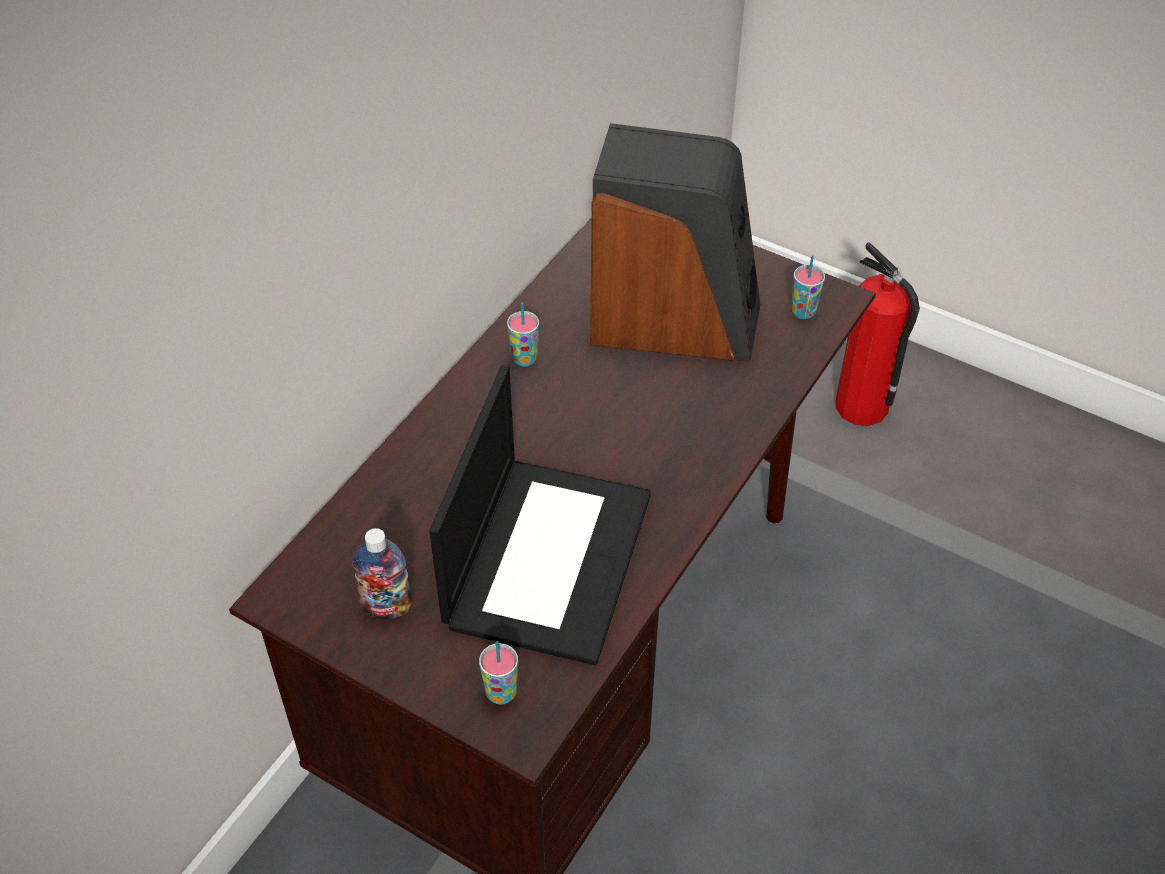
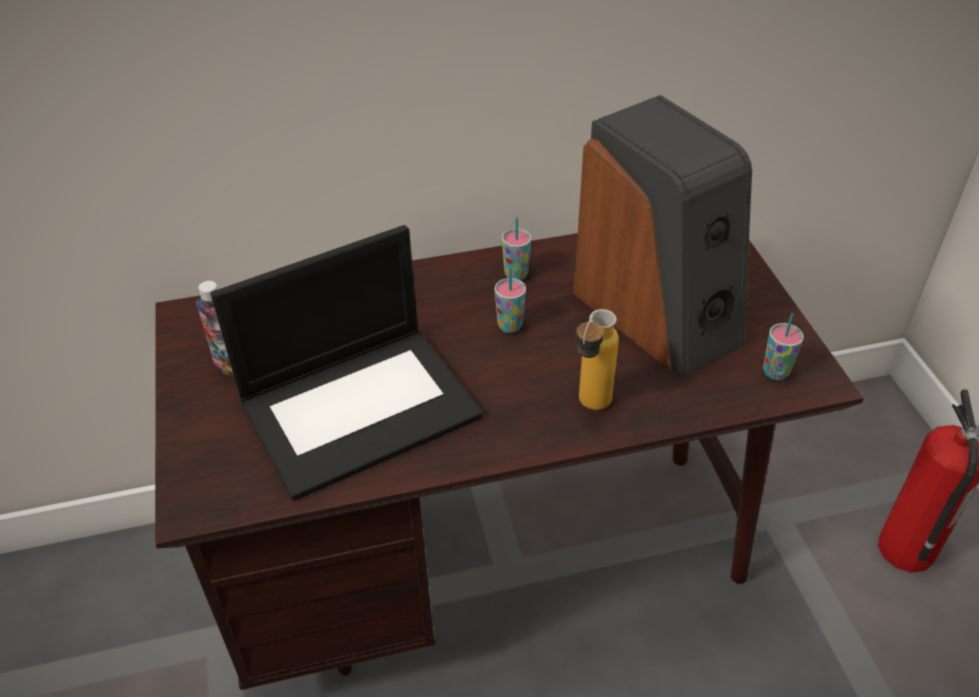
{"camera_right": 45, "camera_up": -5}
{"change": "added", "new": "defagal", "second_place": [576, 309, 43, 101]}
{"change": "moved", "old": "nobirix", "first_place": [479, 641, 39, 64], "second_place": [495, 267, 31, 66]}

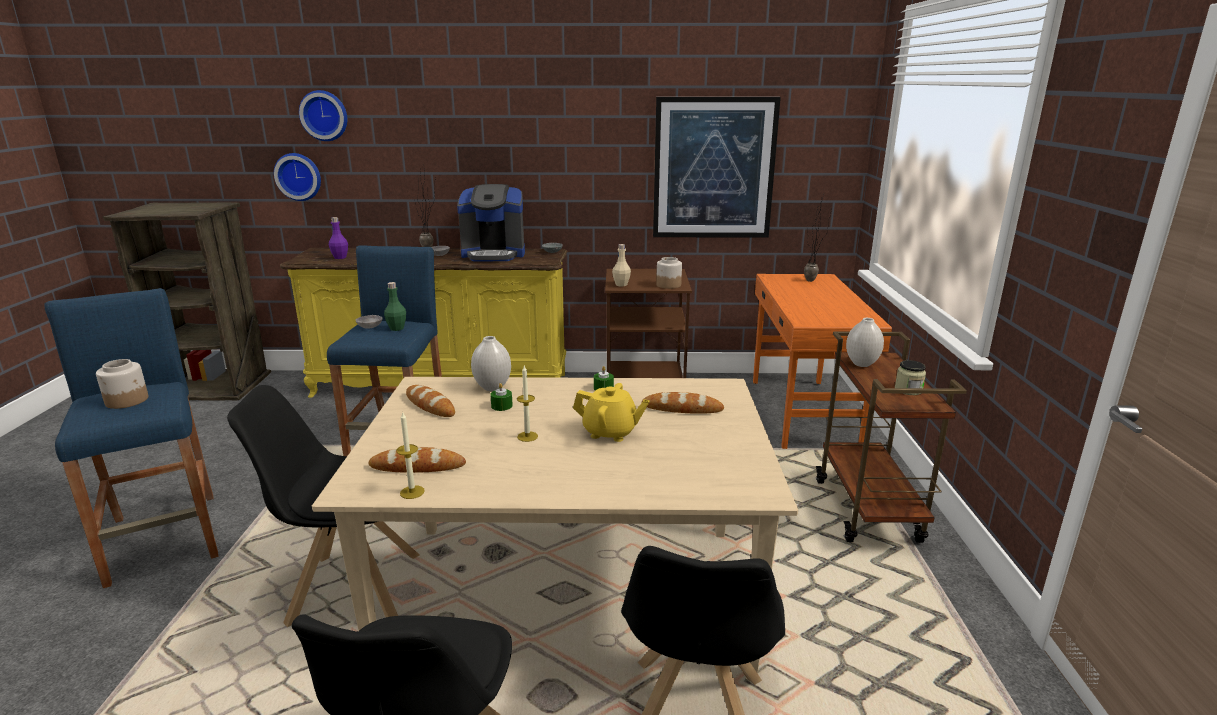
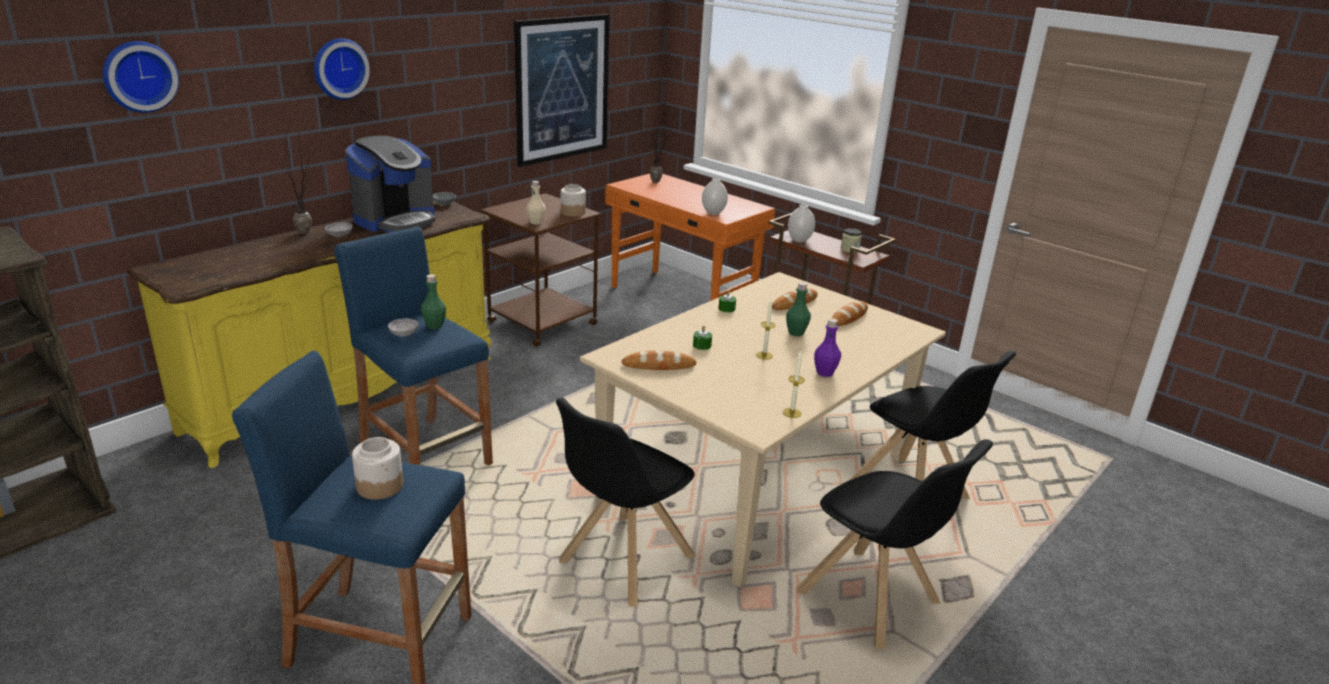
{"camera_right": -50, "camera_up": 5}
{"change": "moved", "old": "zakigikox", "first_place": [274, 153, 47, 48], "second_place": [314, 38, 56, 62]}
{"change": "moved", "old": "purple defagal", "first_place": [329, 217, 19, 42], "second_place": [814, 318, 27, 59]}
{"change": "moved", "old": "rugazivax", "first_place": [369, 447, 97, 26], "second_place": [832, 301, 36, 25]}
{"change": "moved", "old": "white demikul", "first_place": [471, 336, 40, 55], "second_place": [702, 178, 26, 37]}
{"change": "replaced", "old": "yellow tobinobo", "new": "green defagal", "first_place": [573, 383, 77, 59], "second_place": [786, 282, 25, 54]}

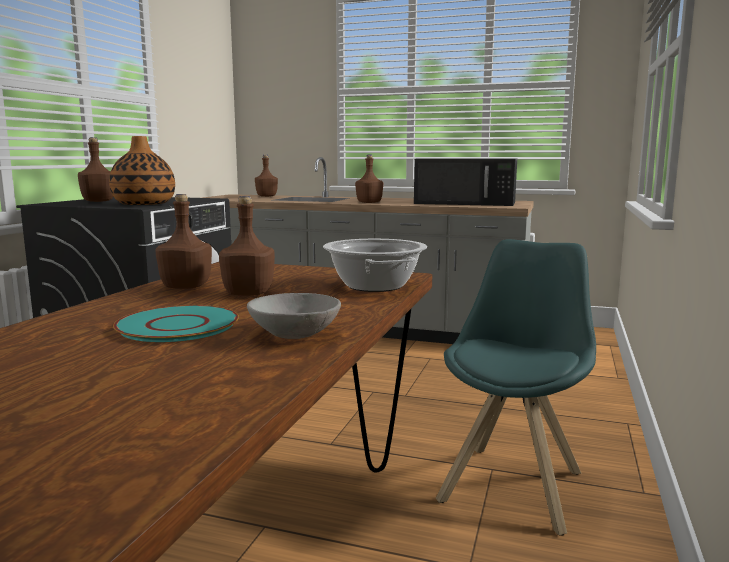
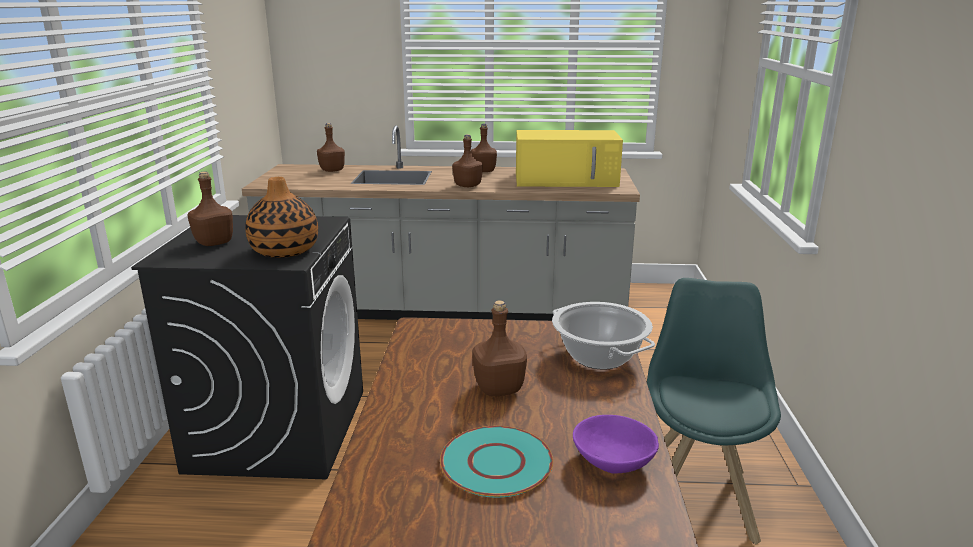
{"camera_right": -15, "camera_up": 10}
{"change": "moved", "old": "brown defagal", "first_place": [156, 194, 56, 95], "second_place": [471, 124, 26, 48]}
{"change": "recoloured", "old": "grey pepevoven", "new": "purple pepevoven", "first_place": [247, 293, 94, 46], "second_place": [573, 415, 86, 59]}
{"change": "recoloured", "old": "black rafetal", "new": "yellow rafetal", "first_place": [414, 158, 103, 48], "second_place": [516, 130, 107, 57]}

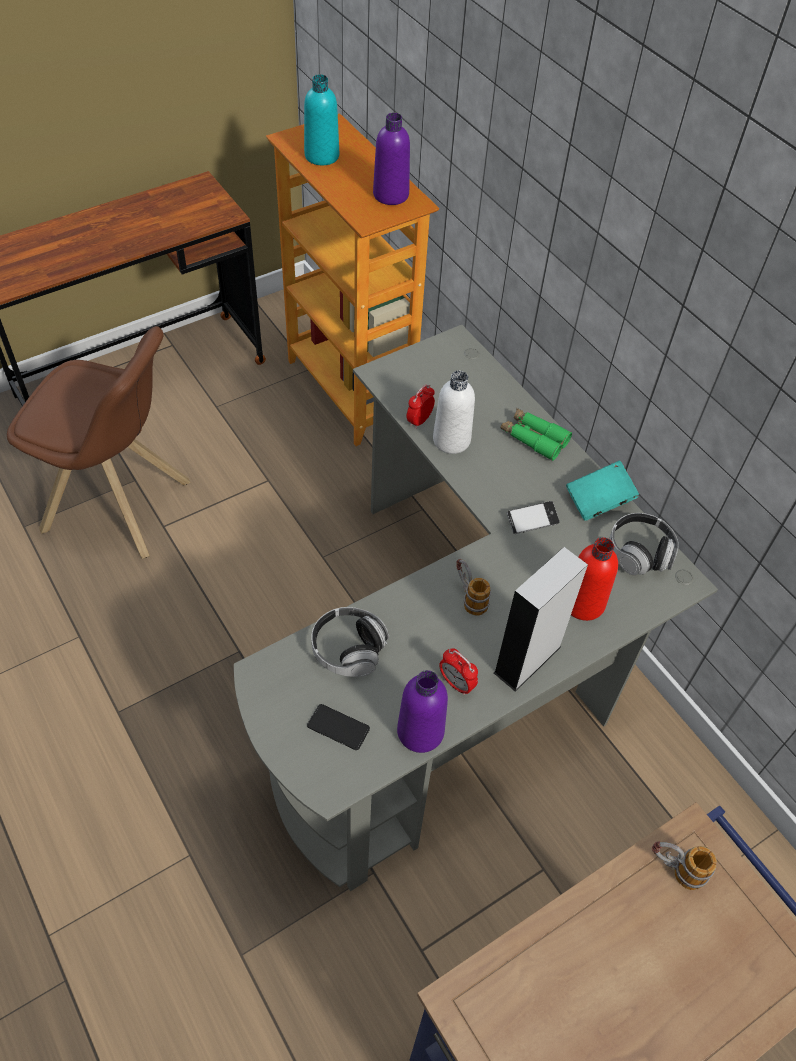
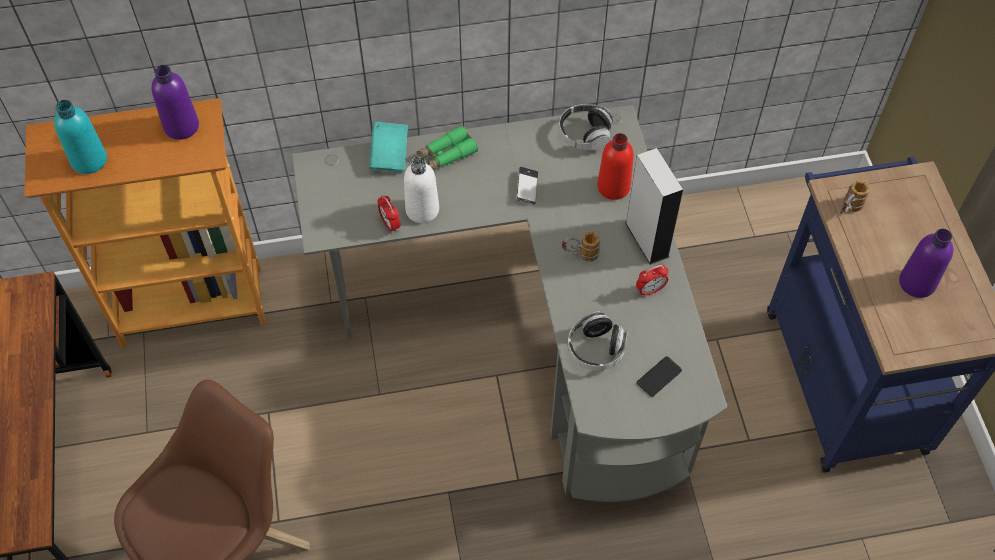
{"camera_right": -65, "camera_up": 5}
{"change": "moved", "old": "purple defagal", "first_place": [397, 670, 51, 83], "second_place": [899, 229, 54, 69]}
{"change": "moved", "old": "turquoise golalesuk", "first_place": [566, 461, 73, 60], "second_place": [369, 122, 39, 50]}

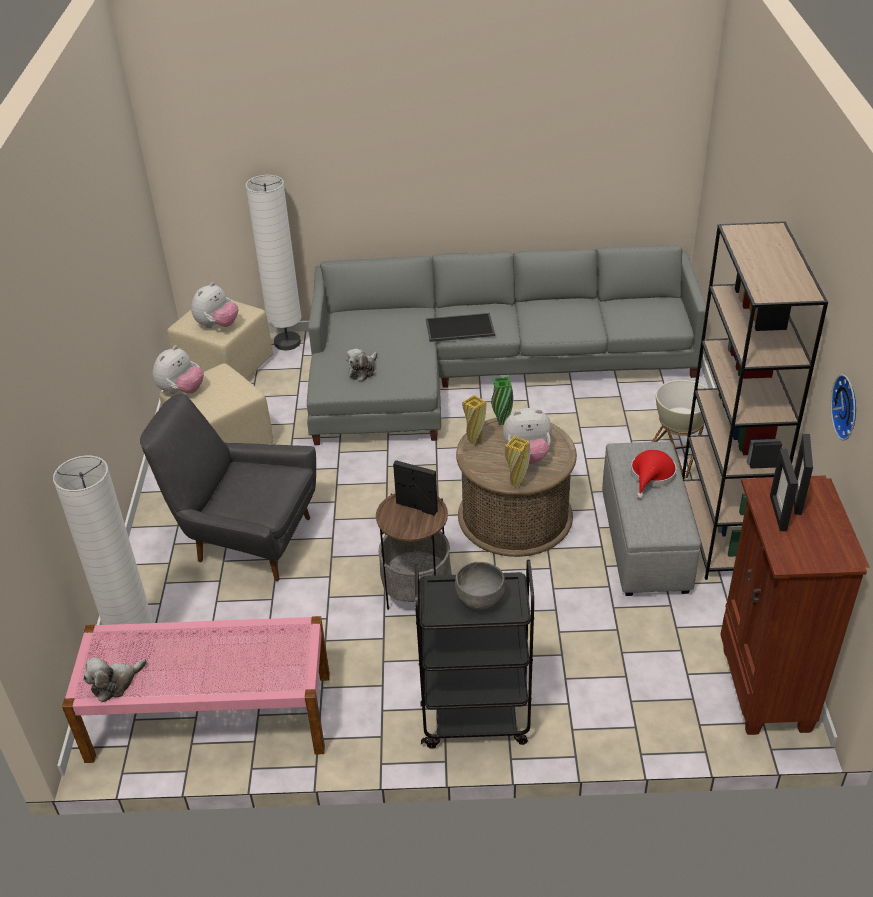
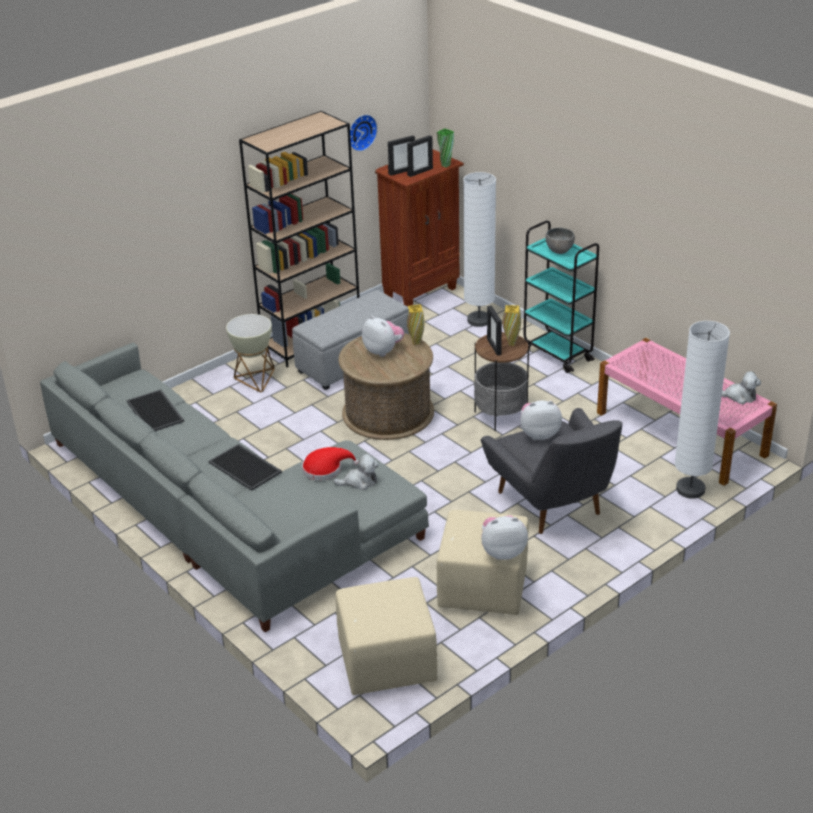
{"camera_right": -130, "camera_up": -5}
{"change": "added", "new": "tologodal", "second_place": [127, 389, 57, 42]}
{"change": "moved", "old": "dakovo", "first_place": [191, 282, 47, 46], "second_place": [520, 401, 42, 39]}
{"change": "moved", "old": "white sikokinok", "first_place": [246, 175, 55, 175], "second_place": [463, 172, 33, 155]}
{"change": "moved", "old": "yellow demikul", "first_place": [462, 395, 24, 50], "second_place": [502, 305, 19, 41]}
{"change": "moved", "old": "green demikul", "first_place": [491, 377, 22, 48], "second_place": [437, 129, 17, 38]}
{"change": "moved", "old": "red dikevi", "first_place": [631, 450, 45, 49], "second_place": [302, 447, 57, 34]}
{"change": "recoloured", "old": "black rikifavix", "new": "turquoise rikifavix", "first_place": [415, 560, 119, 189], "second_place": [524, 221, 75, 152]}

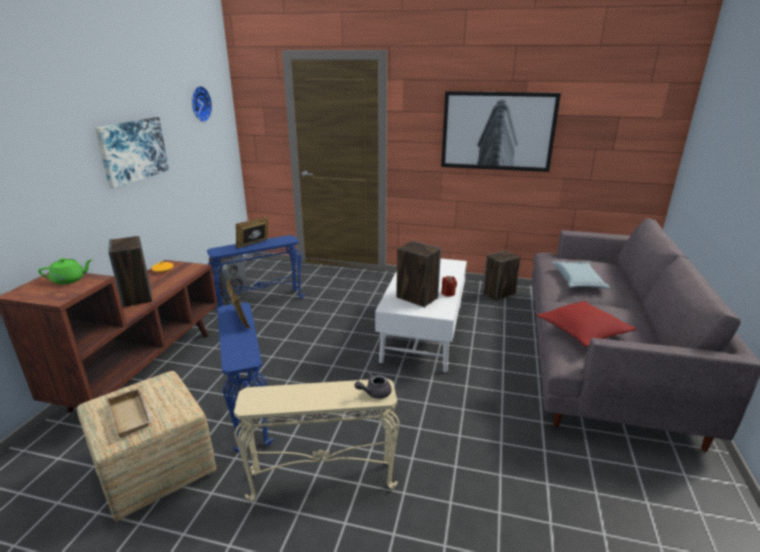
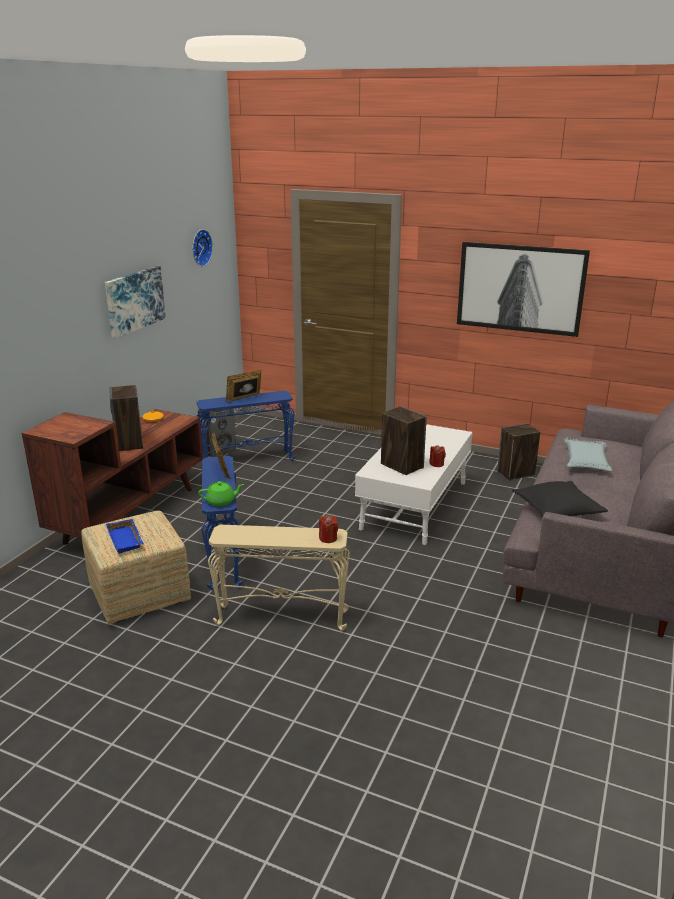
{"camera_right": 10, "camera_up": 0}
{"change": "moved", "old": "green tobinobo", "first_place": [38, 258, 54, 27], "second_place": [198, 481, 46, 25]}
{"change": "replaced", "old": "grey tobinobo", "new": "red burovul", "first_place": [354, 371, 38, 28], "second_place": [319, 515, 19, 28]}
{"change": "recoloured", "old": "beige tologodal", "new": "blue tologodal", "first_place": [105, 388, 48, 50], "second_place": [106, 519, 38, 35]}
{"change": "recoloured", "old": "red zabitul", "new": "black zabitul", "first_place": [536, 301, 101, 46], "second_place": [512, 481, 96, 37]}

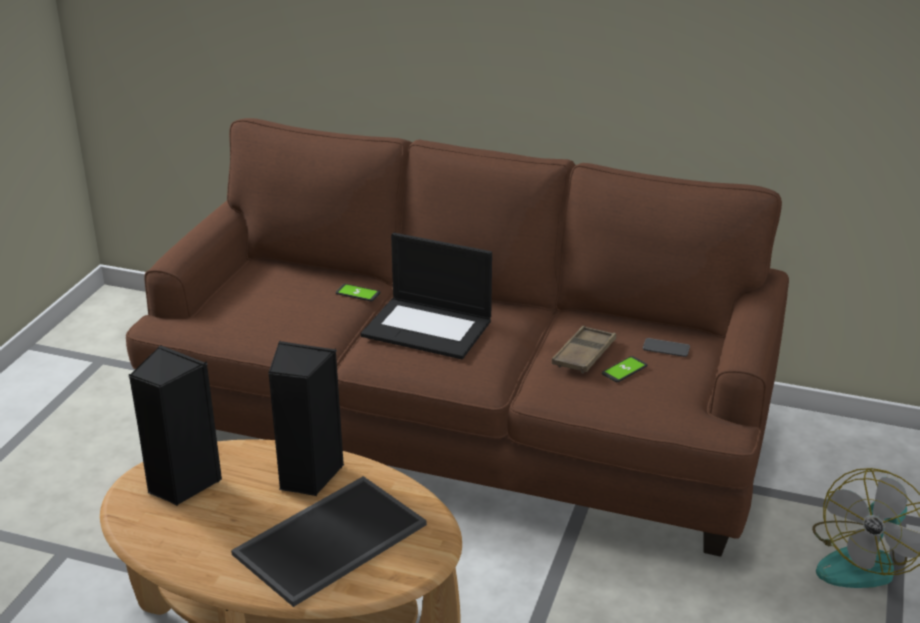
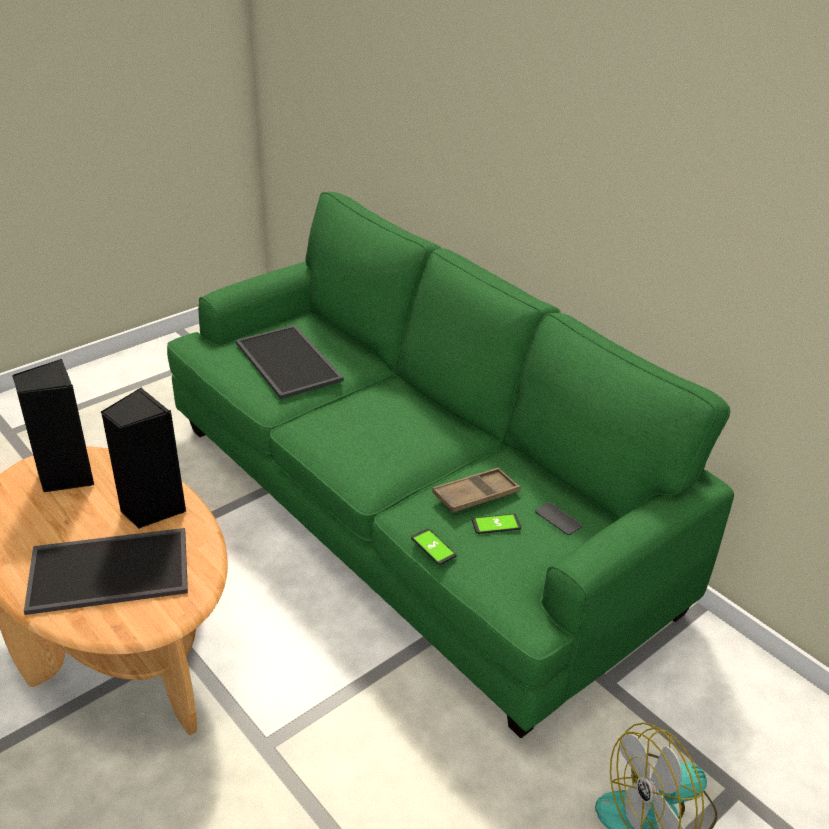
{"camera_right": 30, "camera_up": 5}
{"change": "removed", "old": "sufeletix", "first_place": [361, 233, 131, 126]}
{"change": "added", "new": "tologodal", "second_place": [236, 325, 107, 74]}
{"change": "moved", "old": "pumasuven", "first_place": [336, 284, 44, 18], "second_place": [411, 529, 46, 36]}
{"change": "recoloured", "old": "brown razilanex", "new": "green razilanex", "first_place": [126, 118, 663, 439], "second_place": [167, 192, 567, 546]}

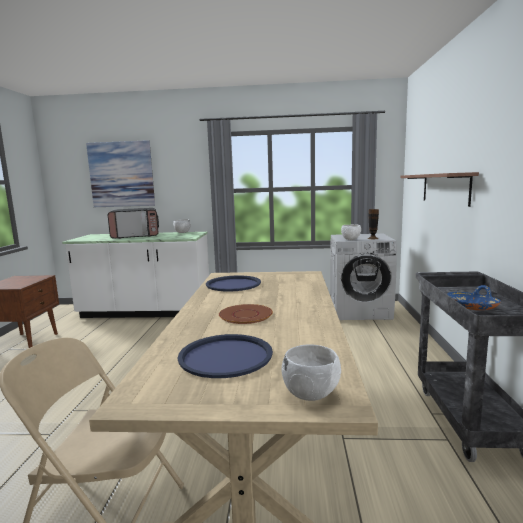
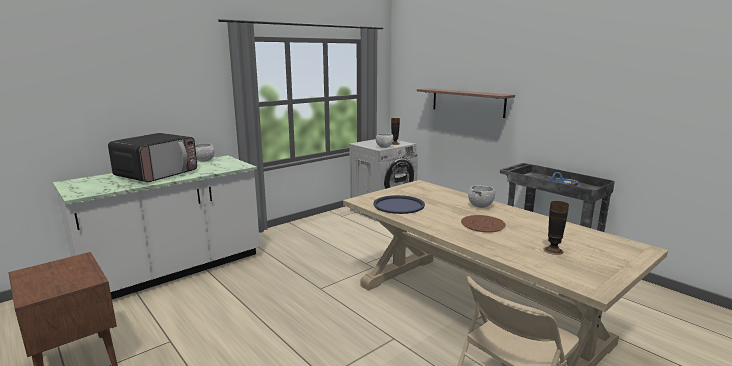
{"camera_right": -45, "camera_up": 5}
{"change": "removed", "old": "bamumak", "first_place": [86, 140, 69, 67]}
{"change": "moved", "old": "white pepevoven", "first_place": [282, 344, 59, 57], "second_place": [468, 185, 27, 23]}
{"change": "replaced", "old": "blue tologodal", "new": "demikul", "first_place": [178, 334, 95, 44], "second_place": [543, 201, 26, 54]}

